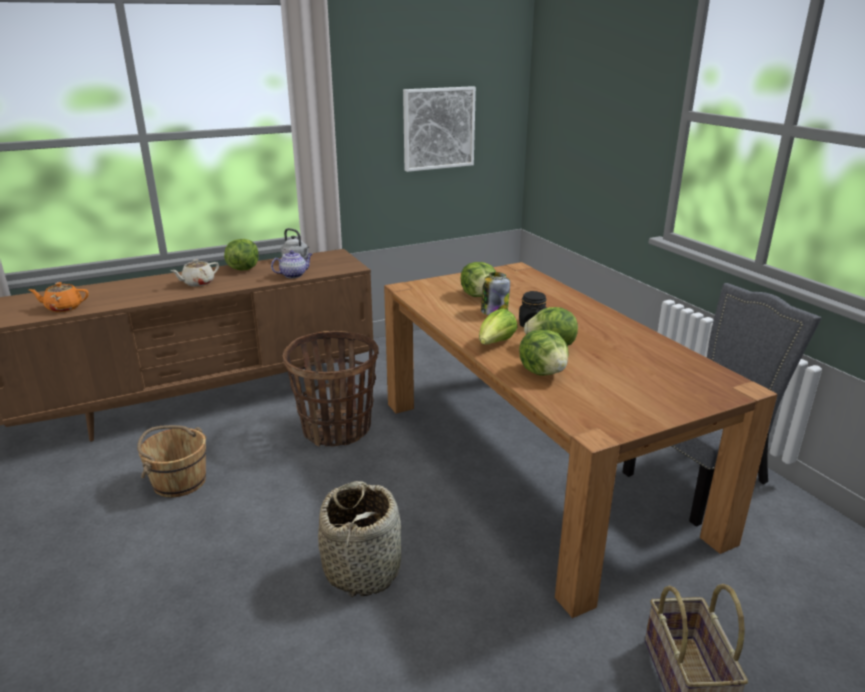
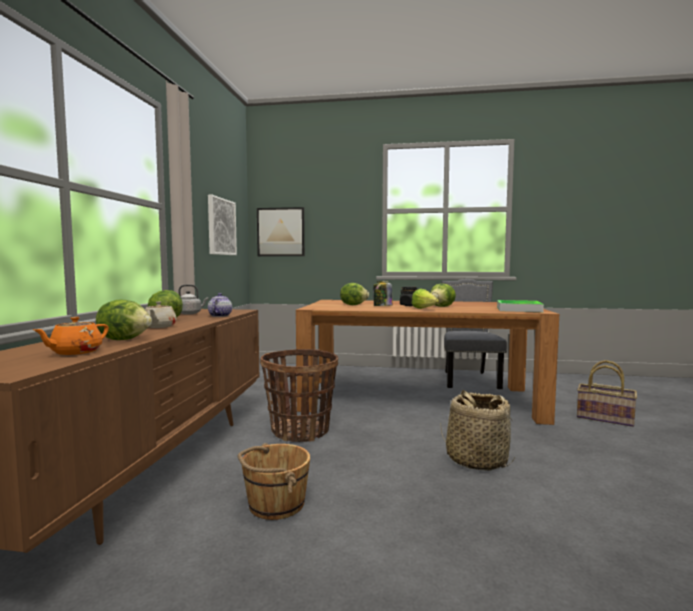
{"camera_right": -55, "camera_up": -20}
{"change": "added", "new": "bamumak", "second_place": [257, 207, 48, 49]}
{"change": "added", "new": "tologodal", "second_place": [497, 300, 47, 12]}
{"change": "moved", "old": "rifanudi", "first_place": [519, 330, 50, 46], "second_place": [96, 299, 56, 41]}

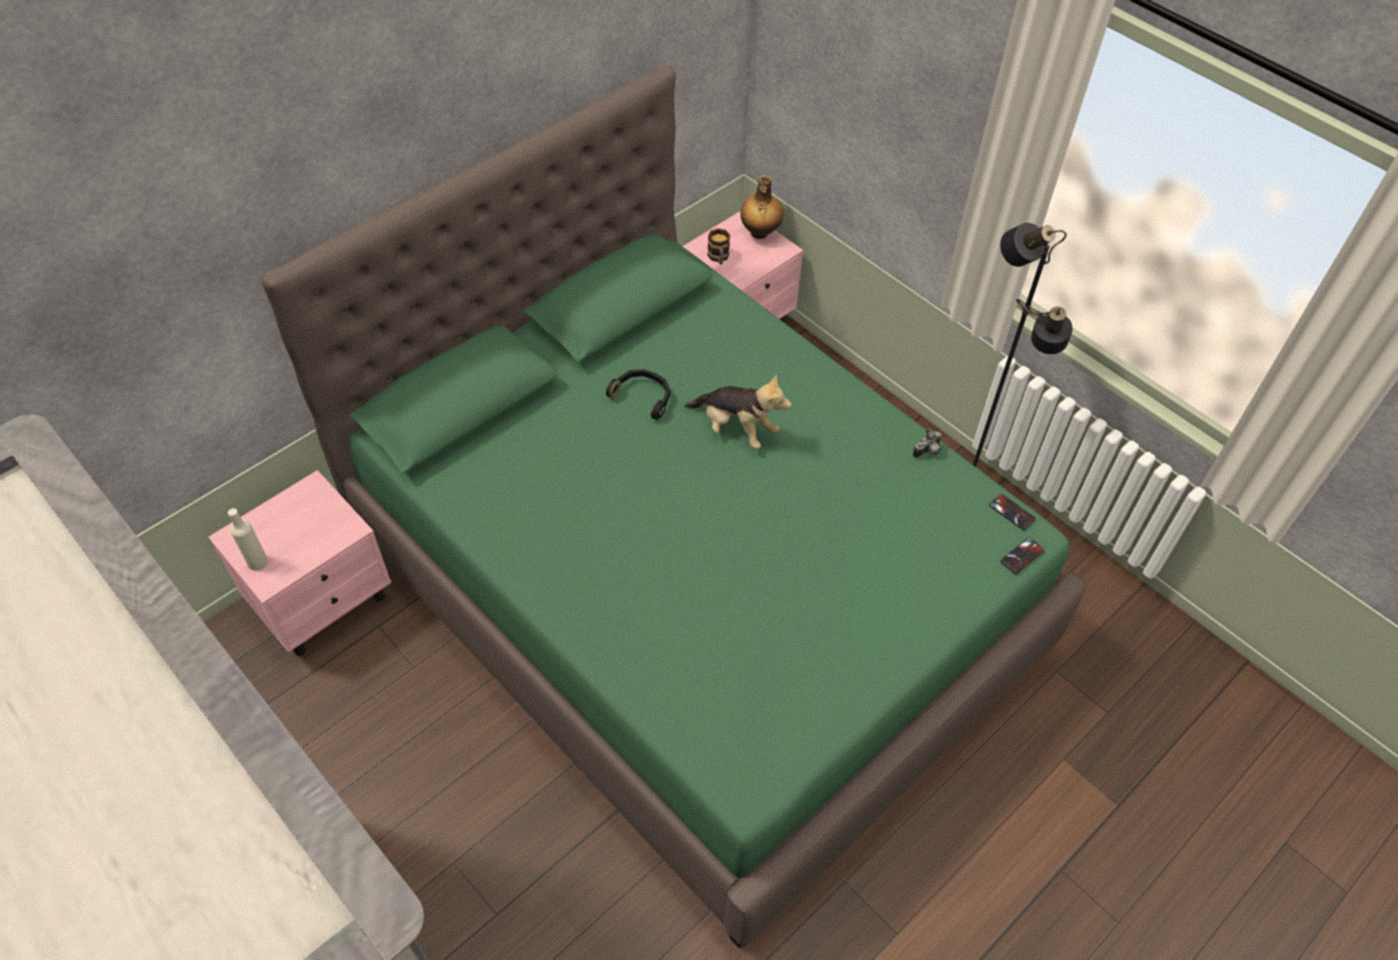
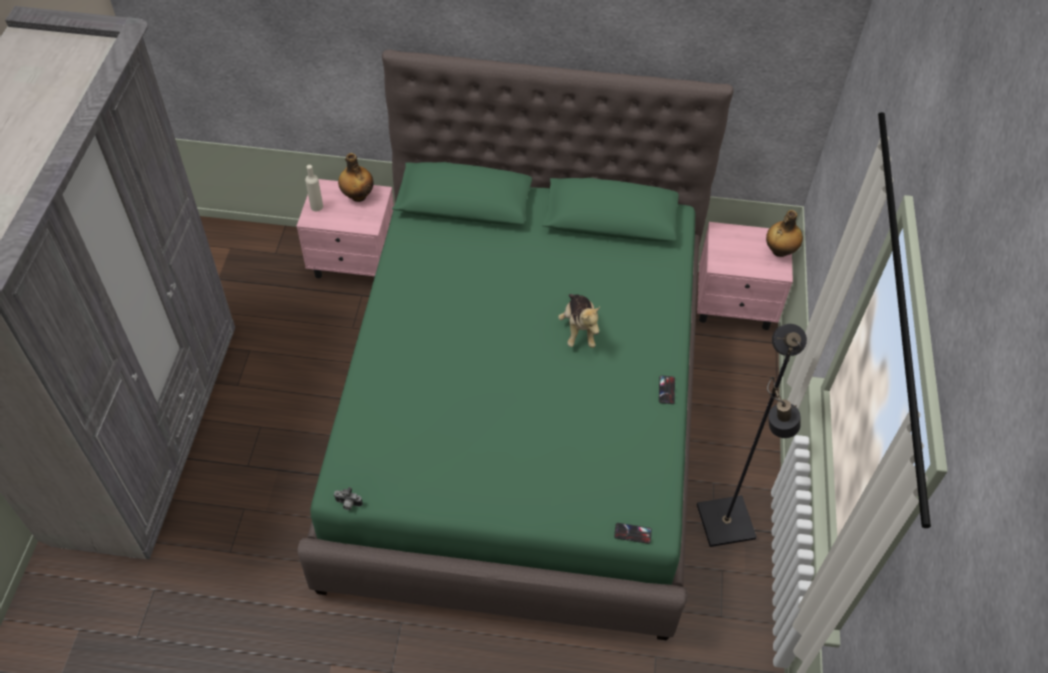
{"camera_right": 50, "camera_up": 0}
{"change": "removed", "old": "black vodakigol", "first_place": [606, 369, 64, 51]}
{"change": "removed", "old": "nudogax", "first_place": [707, 228, 23, 36]}
{"change": "added", "new": "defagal", "second_place": [338, 153, 35, 49]}
{"change": "moved", "old": "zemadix", "first_place": [913, 428, 29, 30], "second_place": [334, 487, 29, 23]}
{"change": "moved", "old": "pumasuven", "first_place": [989, 494, 47, 37], "second_place": [659, 375, 16, 29]}

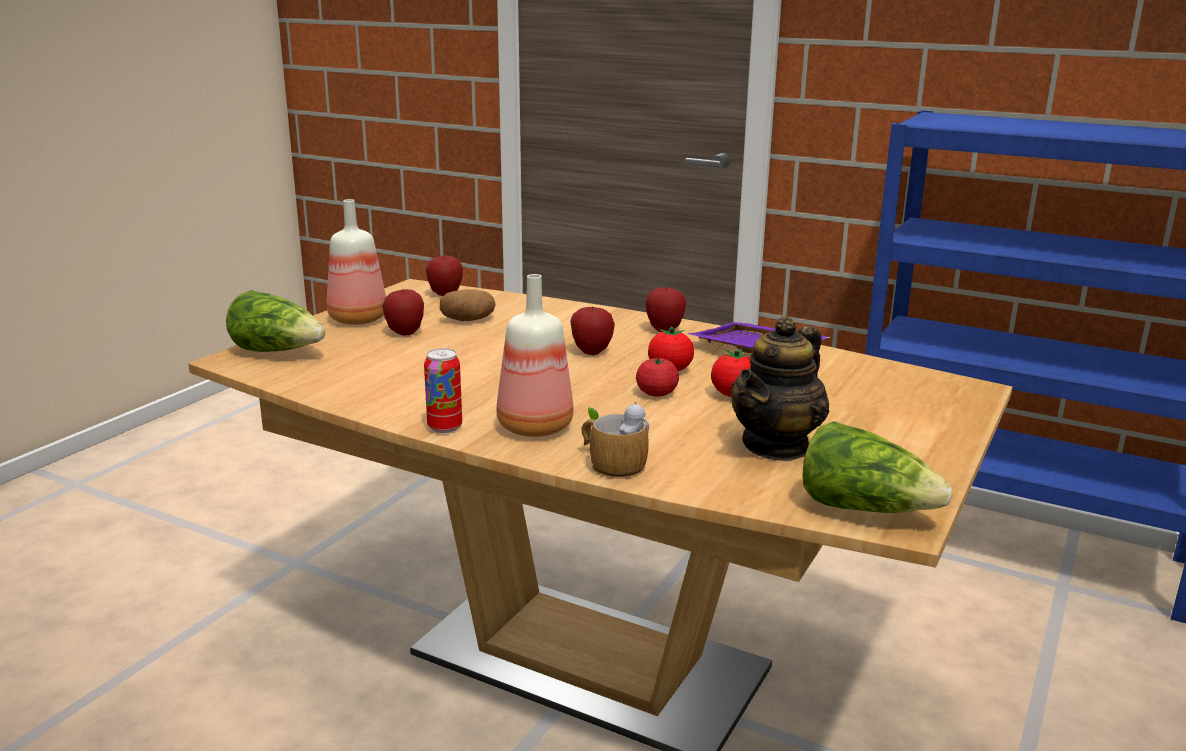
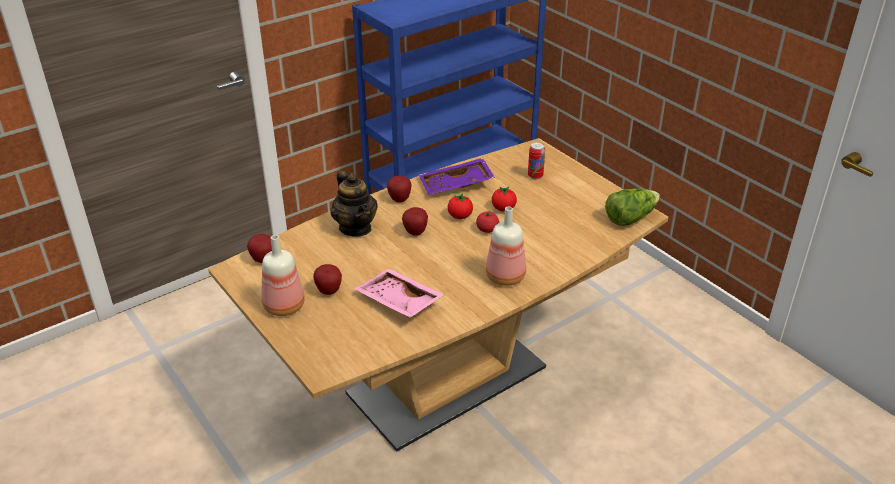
{"camera_right": -65, "camera_up": 15}
{"change": "removed", "old": "rifanudi", "first_place": [226, 290, 99, 62]}
{"change": "removed", "old": "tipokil", "first_place": [440, 289, 56, 32]}
{"change": "removed", "old": "nudogax", "first_place": [581, 402, 68, 77]}
{"change": "added", "new": "pink tologodal", "second_place": [354, 268, 91, 50]}
{"change": "moved", "old": "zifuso", "first_place": [424, 348, 38, 85], "second_place": [528, 142, 17, 37]}
{"change": "moved", "old": "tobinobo", "first_place": [731, 316, 98, 145], "second_place": [330, 171, 48, 66]}

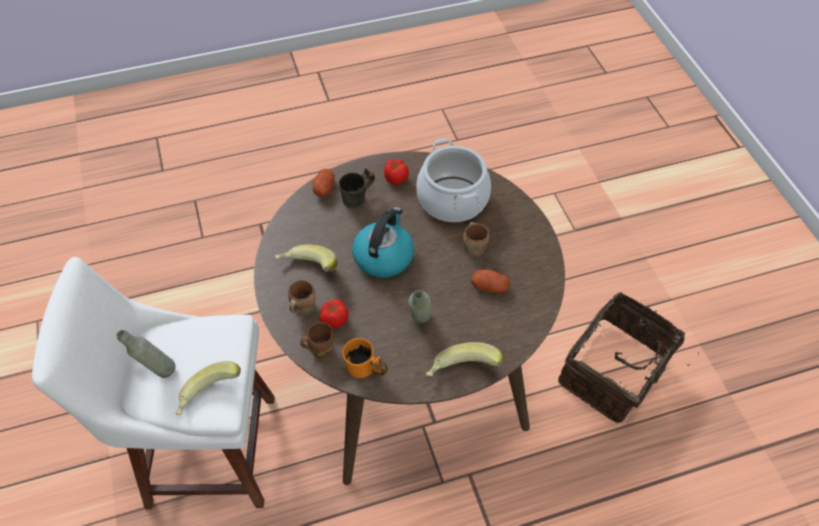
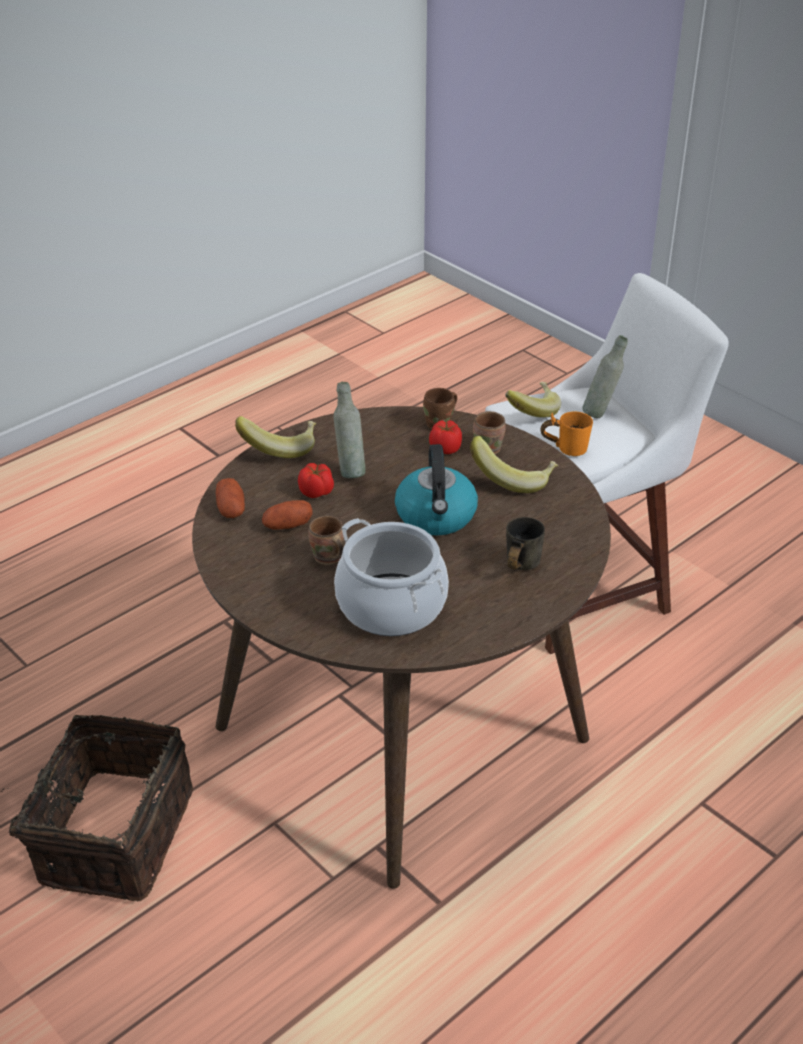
{"camera_right": 155, "camera_up": -15}
{"change": "moved", "old": "tipokil", "first_place": [313, 169, 22, 29], "second_place": [216, 478, 29, 40]}
{"change": "moved", "old": "orange nudogax", "first_place": [343, 338, 45, 40], "second_place": [540, 411, 53, 45]}
{"change": "moved", "old": "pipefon", "first_place": [384, 159, 25, 26], "second_place": [298, 463, 36, 35]}

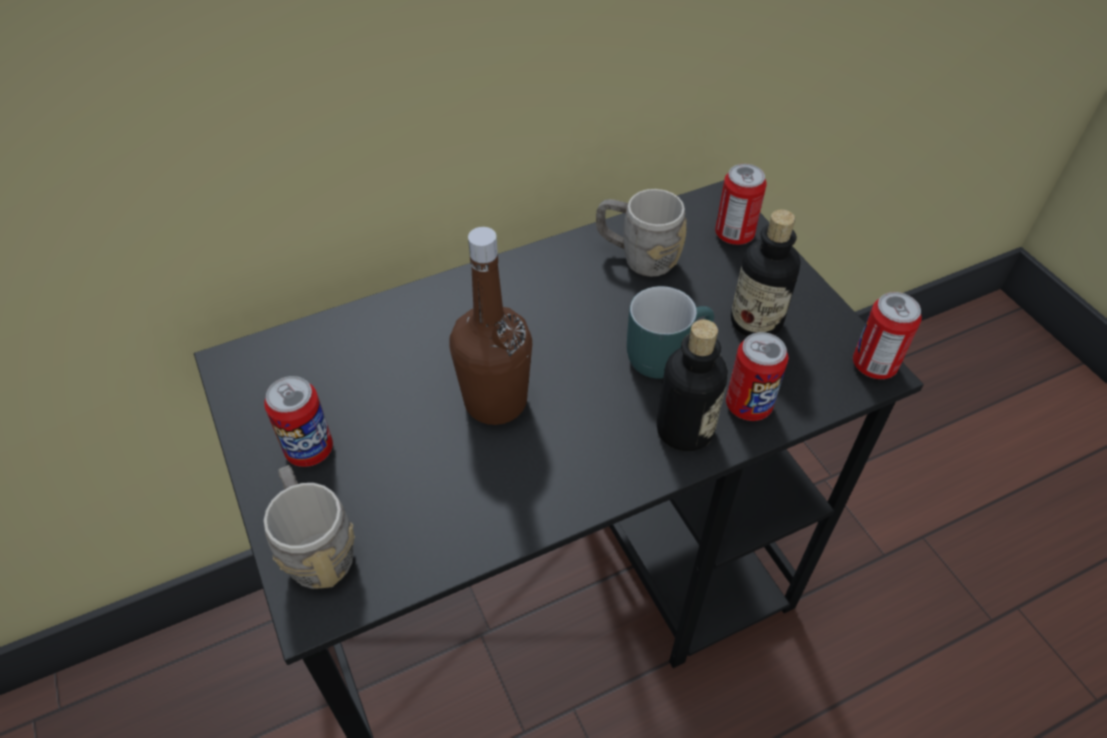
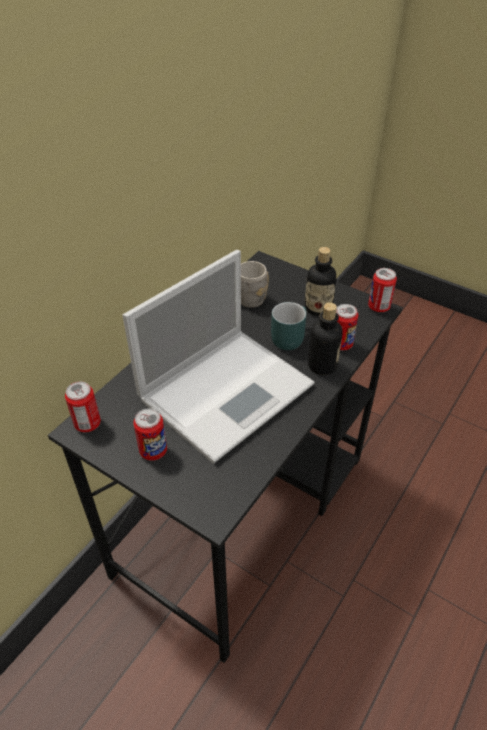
{"camera_right": -30, "camera_up": -5}
{"change": "removed", "old": "grey nudogax", "first_place": [264, 465, 91, 124]}
{"change": "moved", "old": "zifuso", "first_place": [715, 164, 52, 81], "second_place": [65, 381, 36, 51]}
{"change": "replaced", "old": "brown defagal", "new": "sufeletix", "first_place": [449, 227, 83, 198], "second_place": [122, 250, 193, 214]}

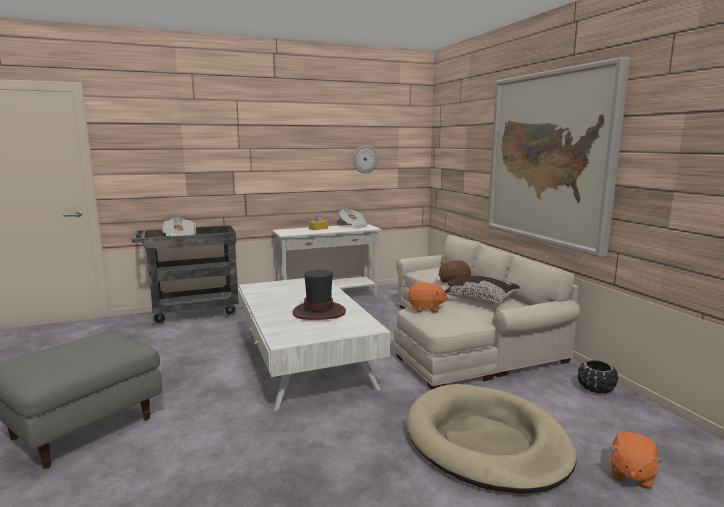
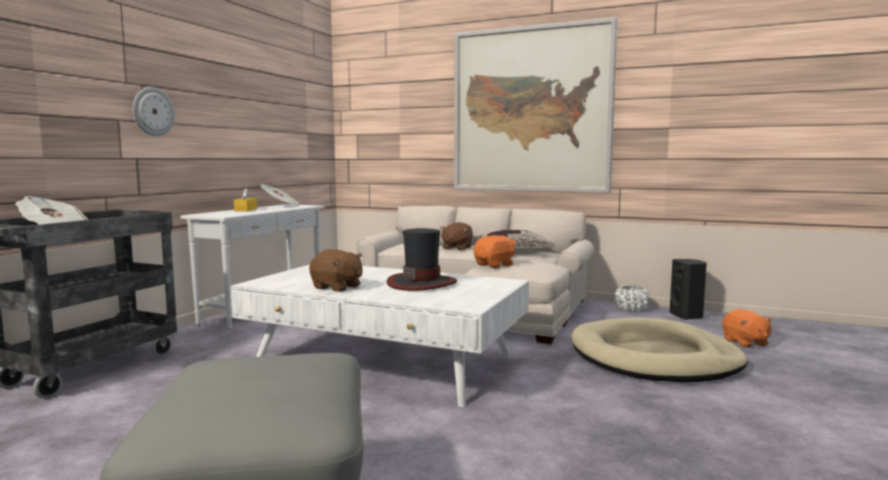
{"camera_right": -45, "camera_up": -5}
{"change": "added", "new": "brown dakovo", "second_place": [309, 249, 54, 43]}
{"change": "added", "new": "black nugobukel", "second_place": [670, 259, 37, 61]}
{"change": "moved", "old": "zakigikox", "first_place": [353, 145, 26, 28], "second_place": [133, 87, 42, 49]}
{"change": "recoloured", "old": "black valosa", "new": "white valosa", "first_place": [578, 360, 40, 34], "second_place": [614, 285, 35, 27]}

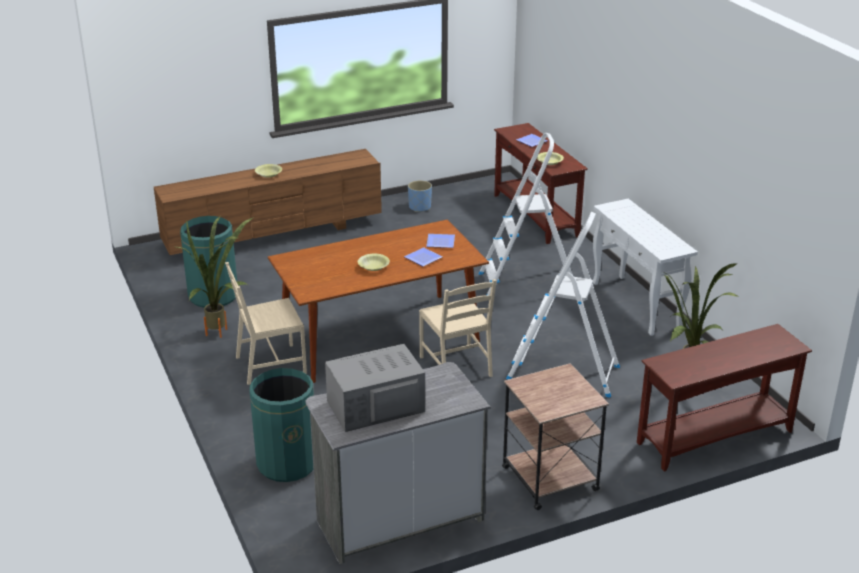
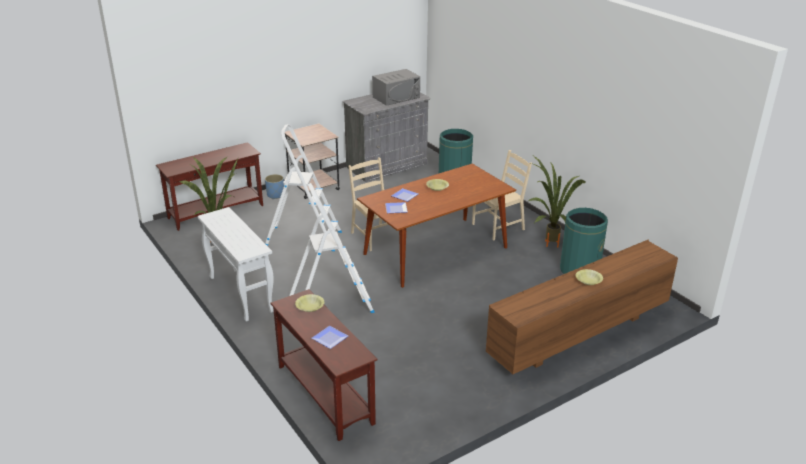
{"camera_right": 170, "camera_up": 0}
{"change": "moved", "old": "blue valosa", "first_place": [408, 180, 24, 32], "second_place": [265, 174, 19, 25]}

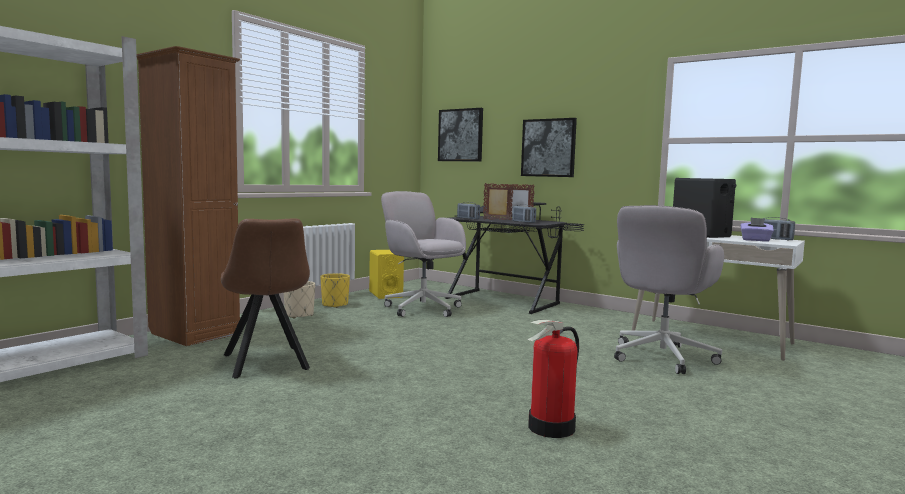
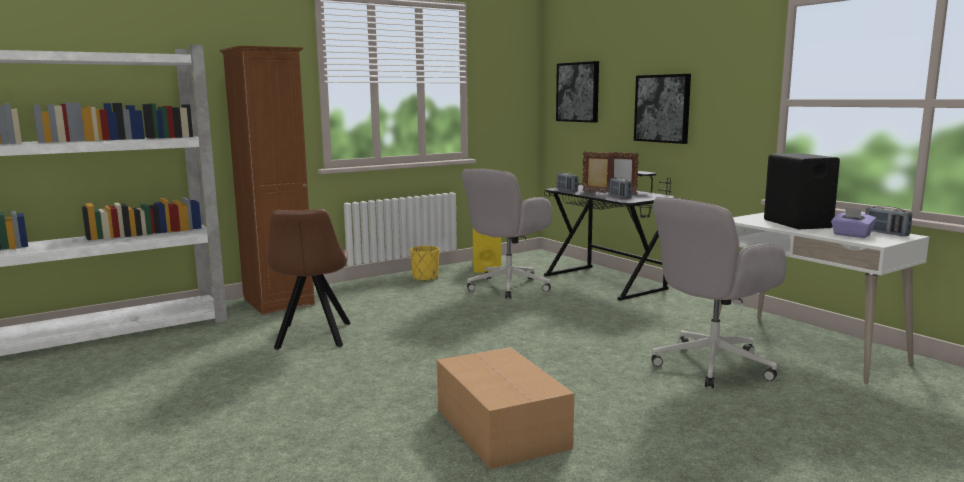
{"camera_right": 20, "camera_up": 5}
{"change": "removed", "old": "beige valosa", "first_place": [284, 281, 31, 38]}
{"change": "replaced", "old": "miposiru", "new": "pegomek", "first_place": [527, 320, 52, 118], "second_place": [437, 347, 137, 122]}
{"change": "turned", "old": "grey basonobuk", "first_place": [381, 191, 85, 126], "second_place": [462, 168, 90, 131], "degrees": -120}

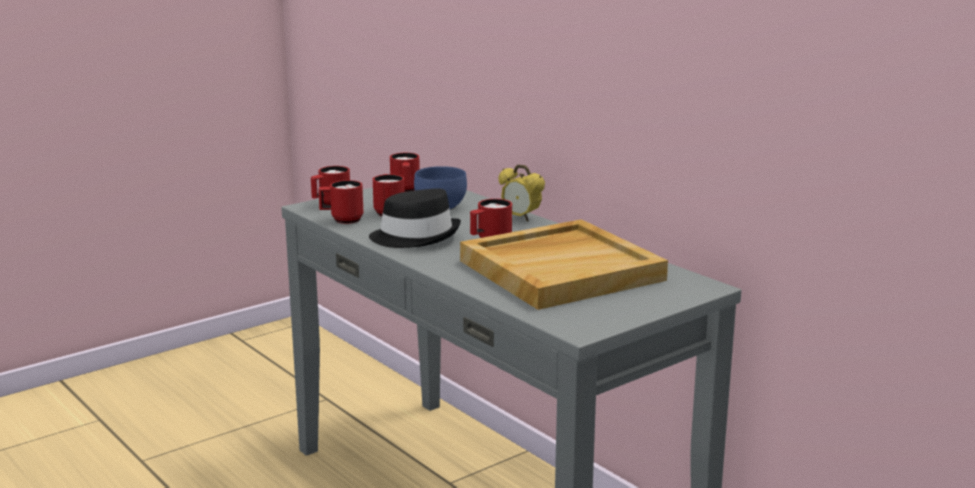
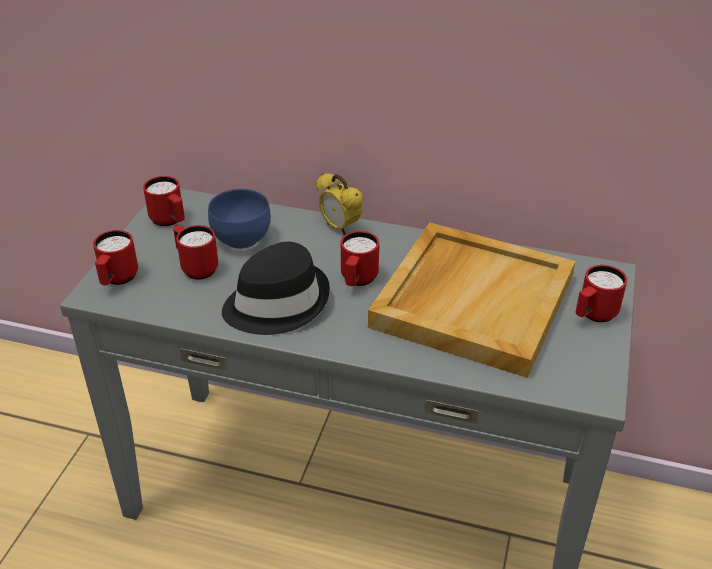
{"camera_right": -35, "camera_up": 20}
{"change": "moved", "old": "red nudogax", "first_place": [318, 180, 45, 44], "second_place": [576, 265, 51, 57]}
{"change": "turned", "old": "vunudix", "first_place": [498, 165, 47, 56], "second_place": [316, 173, 47, 62], "degrees": 45}

